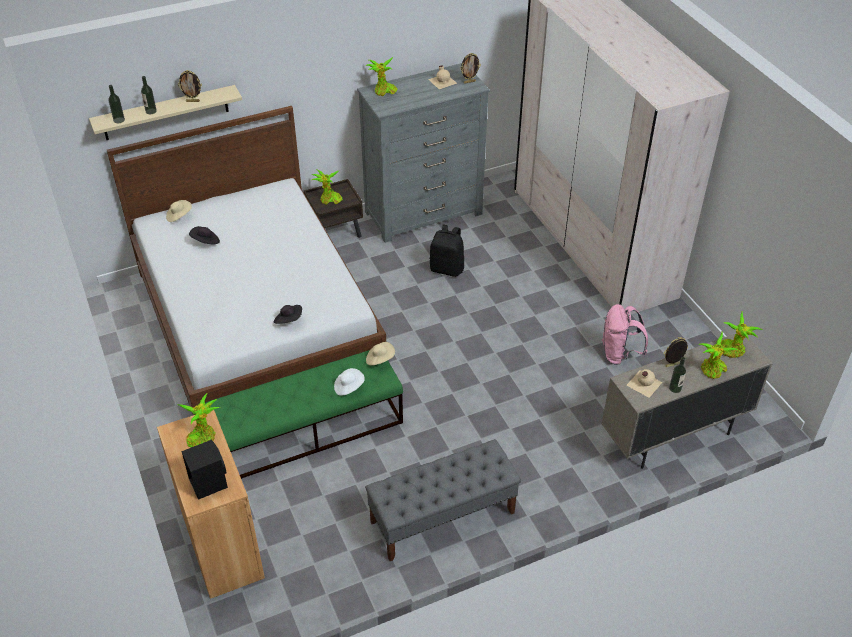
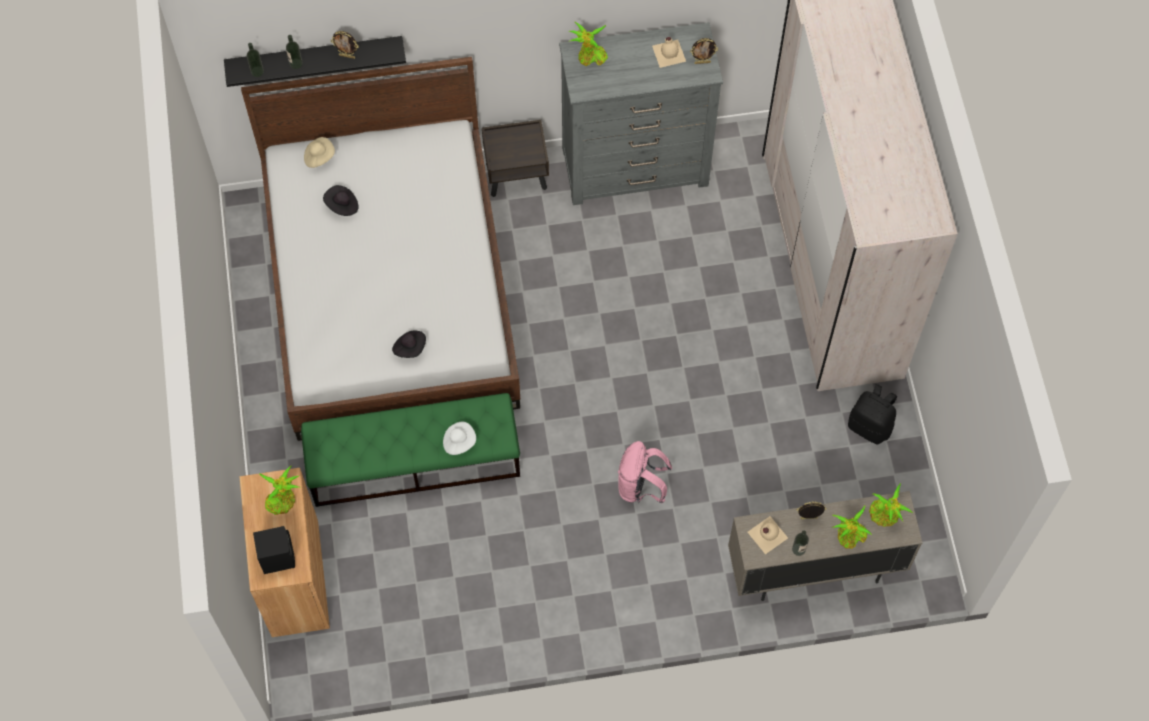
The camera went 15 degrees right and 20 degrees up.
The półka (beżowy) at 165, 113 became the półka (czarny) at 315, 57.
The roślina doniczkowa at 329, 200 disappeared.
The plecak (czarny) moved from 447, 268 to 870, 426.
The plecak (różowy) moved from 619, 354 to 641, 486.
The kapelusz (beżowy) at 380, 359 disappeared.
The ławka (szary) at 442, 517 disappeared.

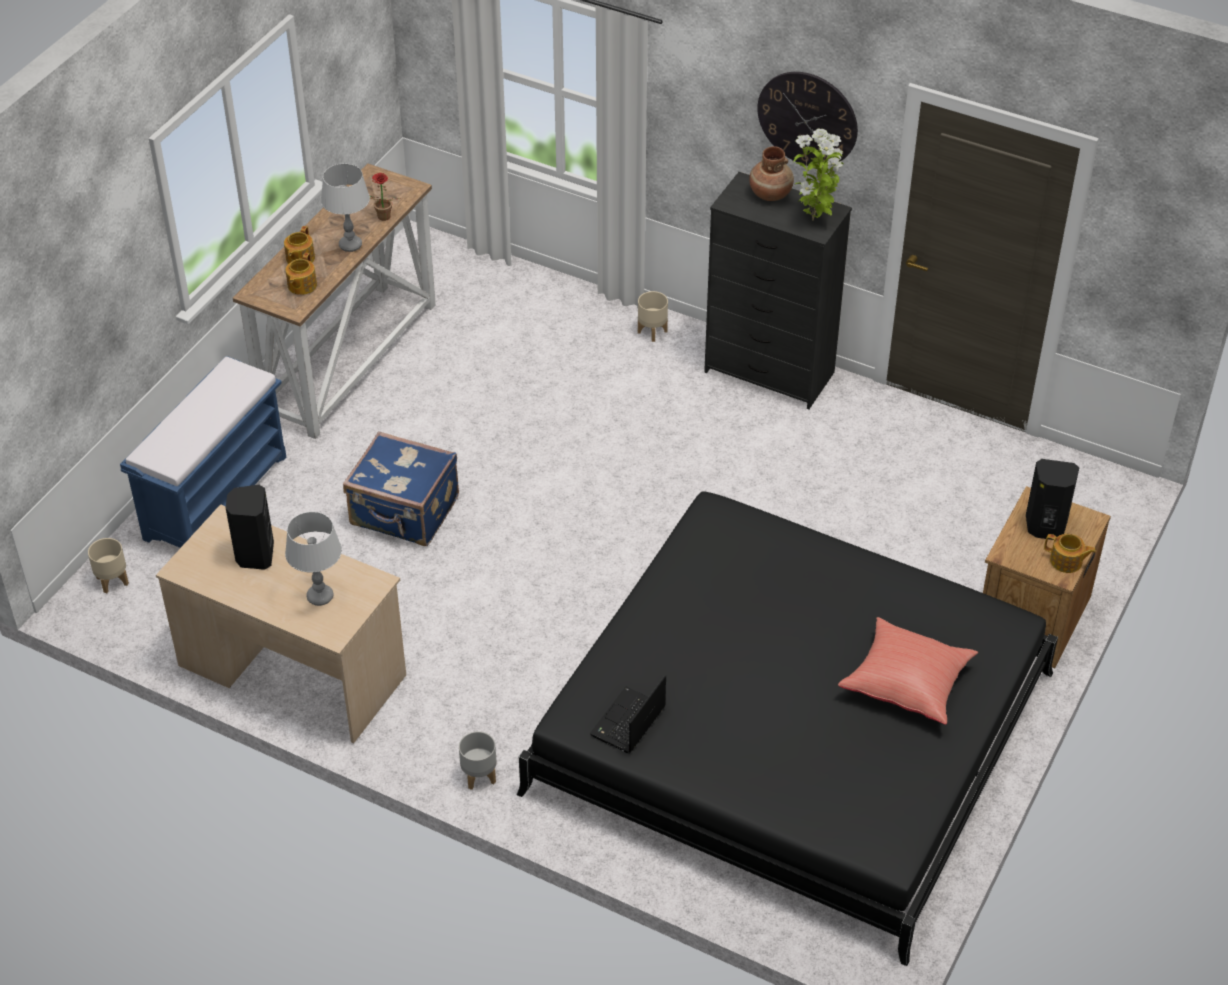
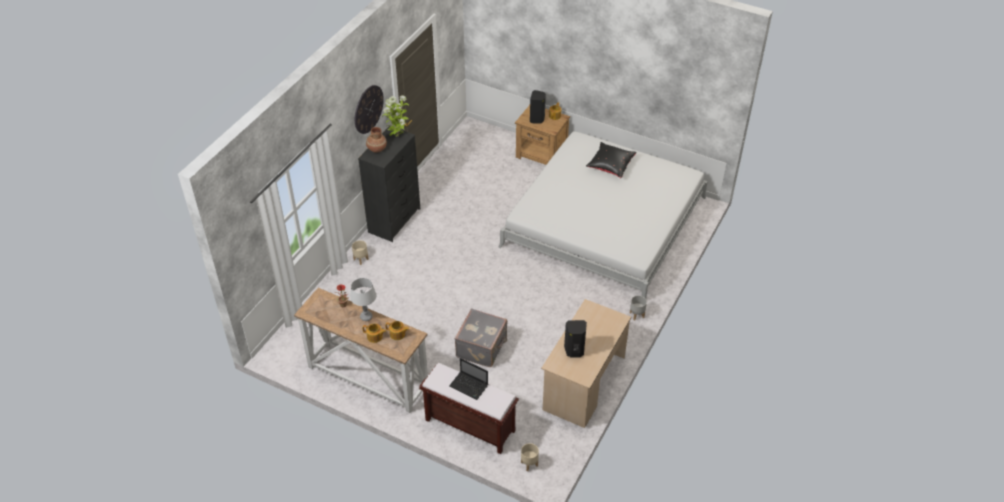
The camera went 90 degrees left and 0 degrees up.
The ławka (niebieski) at 216, 496 became the ławka (brązowy) at 469, 425.
The walizka (niebieski) at 404, 513 became the walizka (szary) at 482, 348.
The łóżko (czarny) at 791, 731 became the łóżko (biały) at 604, 222.
The lampa stołowa (szary) at 320, 596 disappeared.
The poduszka (czerwony) at 907, 683 became the poduszka (czarny) at 610, 166.
The laptop moved from 628, 723 to 469, 386.

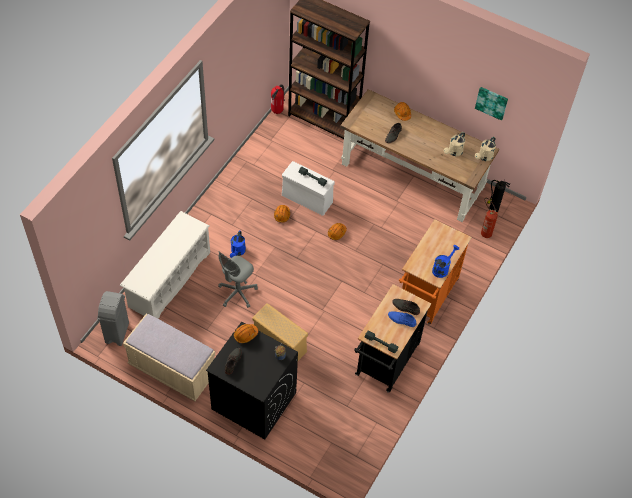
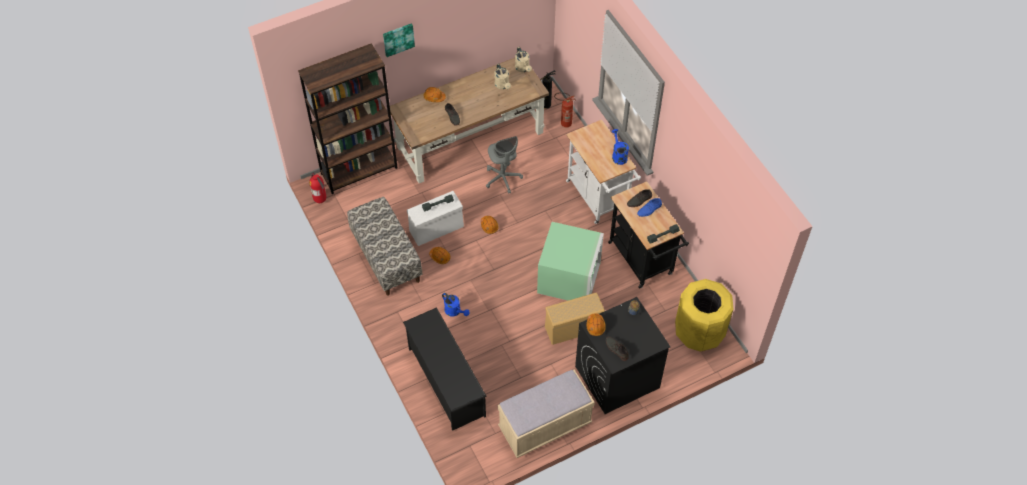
The camera went 55 degrees left and 0 degrees up.
The obraz moved from 492, 102 to 398, 39.
The regał na buty (biały) at 169, 279 became the regał na buty (czarny) at 446, 381.
The wózek (pomarańczowy) at 426, 298 became the wózek (biały) at 599, 199.
The krzesło biurowe (szary) moved from 237, 293 to 503, 178.
The kosz na śmieci (szary) at 117, 333 disappeared.
The ławka at 386, 258 appeared.
The pojemnik do przechowywania (zielony) at 569, 278 appeared.
The kosz na śmieci (żółty) at 699, 332 appeared.

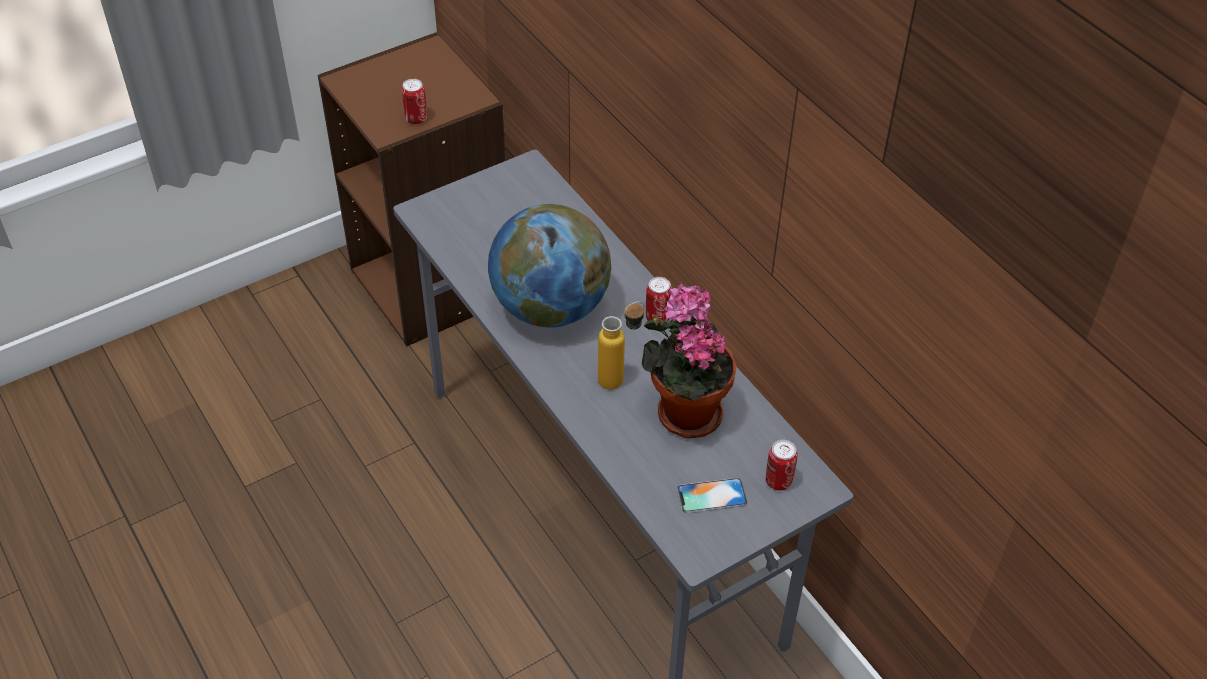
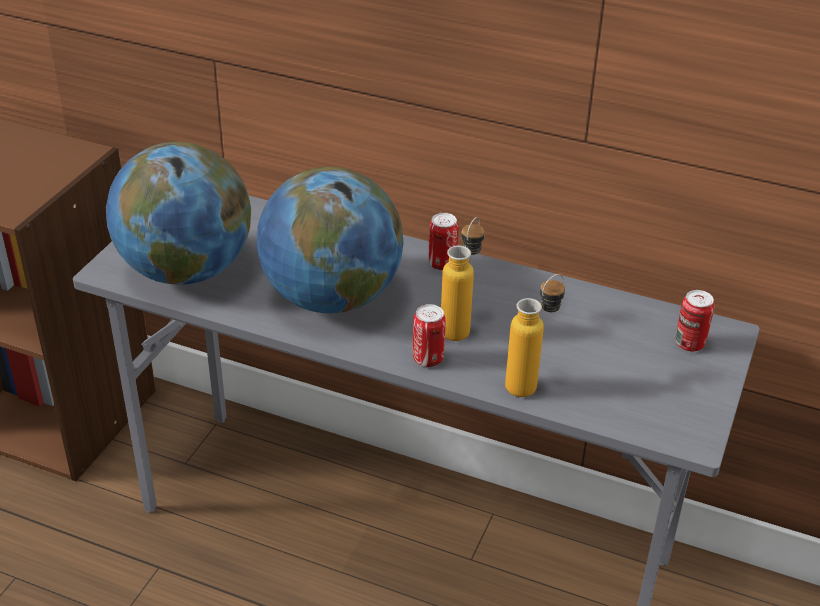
The camera went 35 degrees left and 10 degrees down.
The puszka moved from 416, 119 to 428, 359.
The roślina doniczkowa at 684, 411 disappeared.
The telefon at 711, 495 disappeared.
The globus at 186, 270 appeared.
The butelka at 530, 382 appeared.

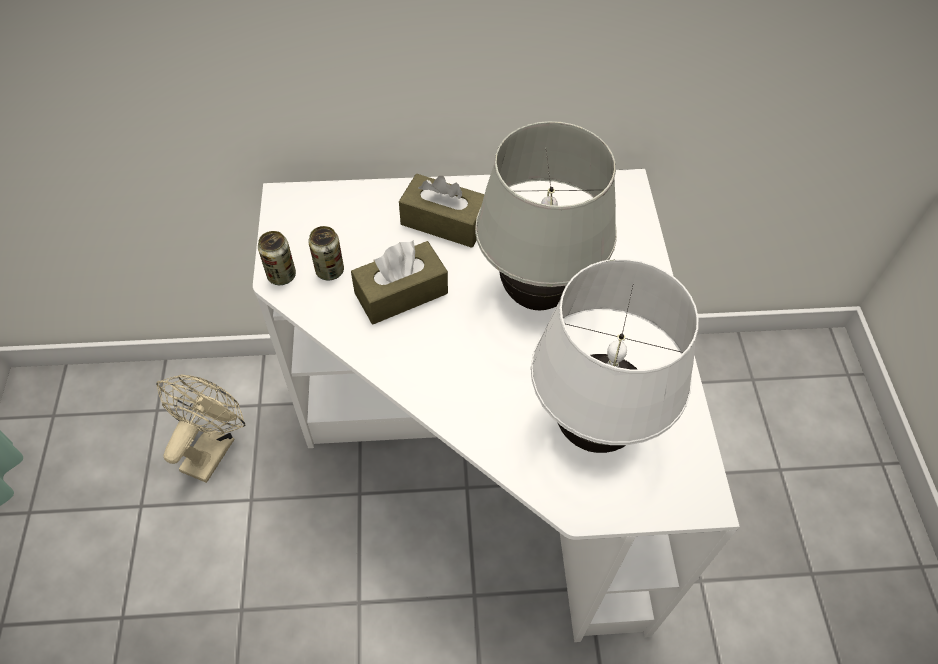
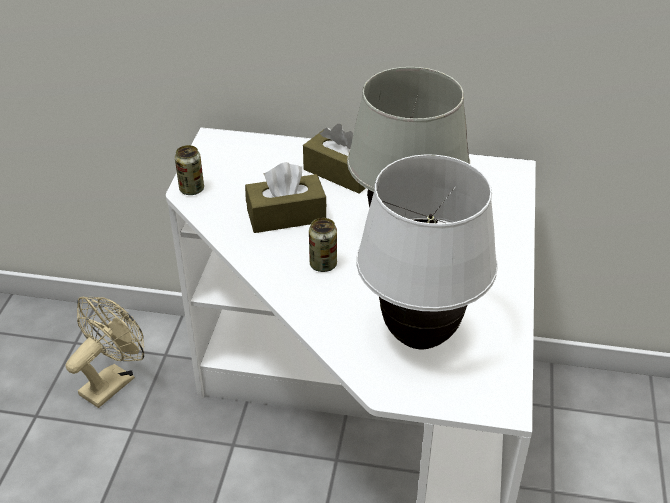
The camera went 15 degrees right and 15 degrees down.
The puszka moved from 329, 271 to 323, 264.

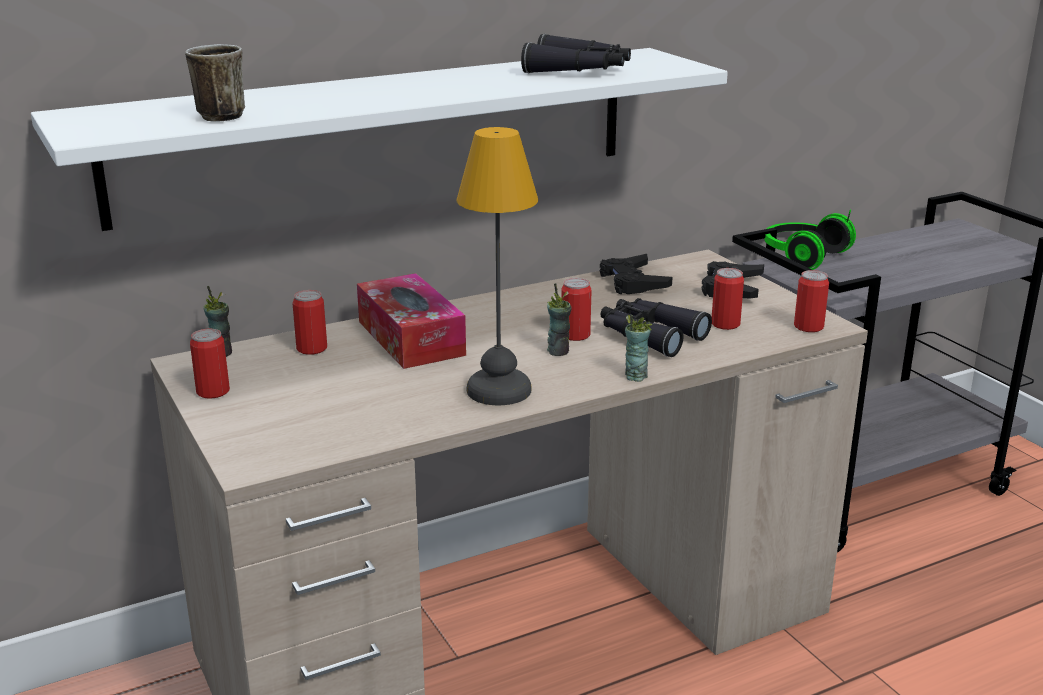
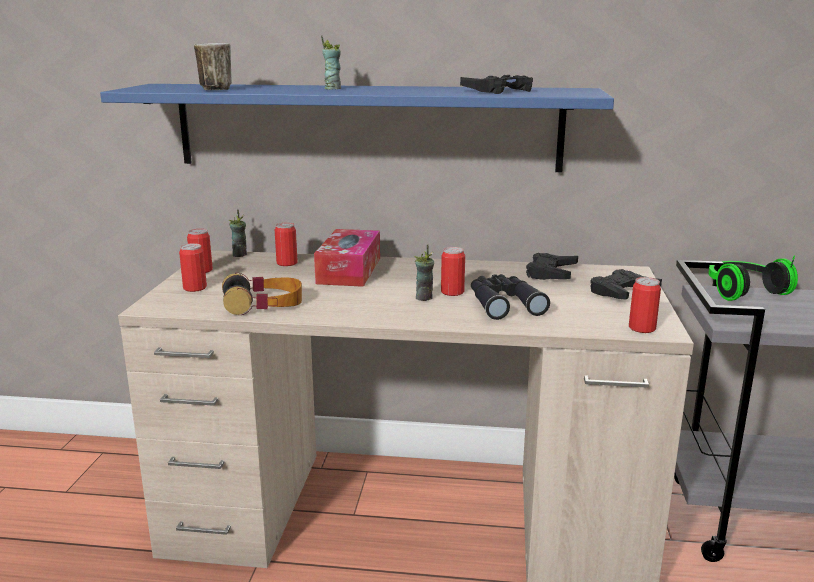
The camera went 35 degrees right and 5 degrees down.
The lornetka (czarny) at 578, 71 was replaced by the pad do gier (czarny) at 498, 91.
The półka (biały) at 379, 133 became the półka (niebieski) at 367, 127.
The lampa stołowa at 500, 391 disappeared.
The puszka moved from 725, 324 to 195, 288.
The filiżanka moved from 635, 376 to 332, 88.
The słuchawki at 263, 304 appeared.

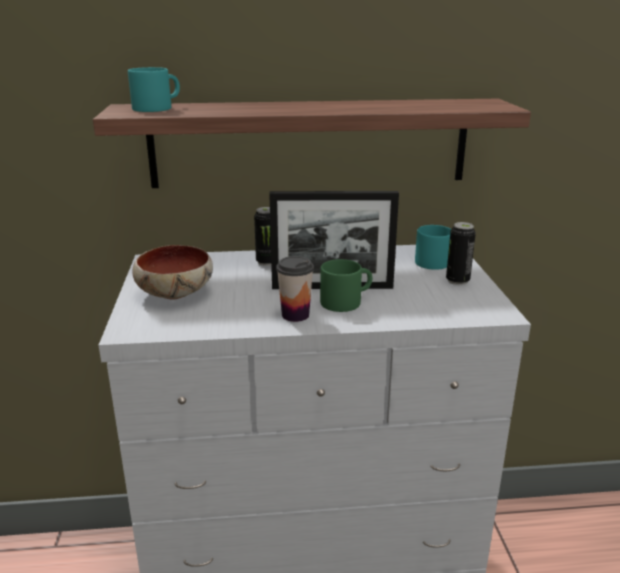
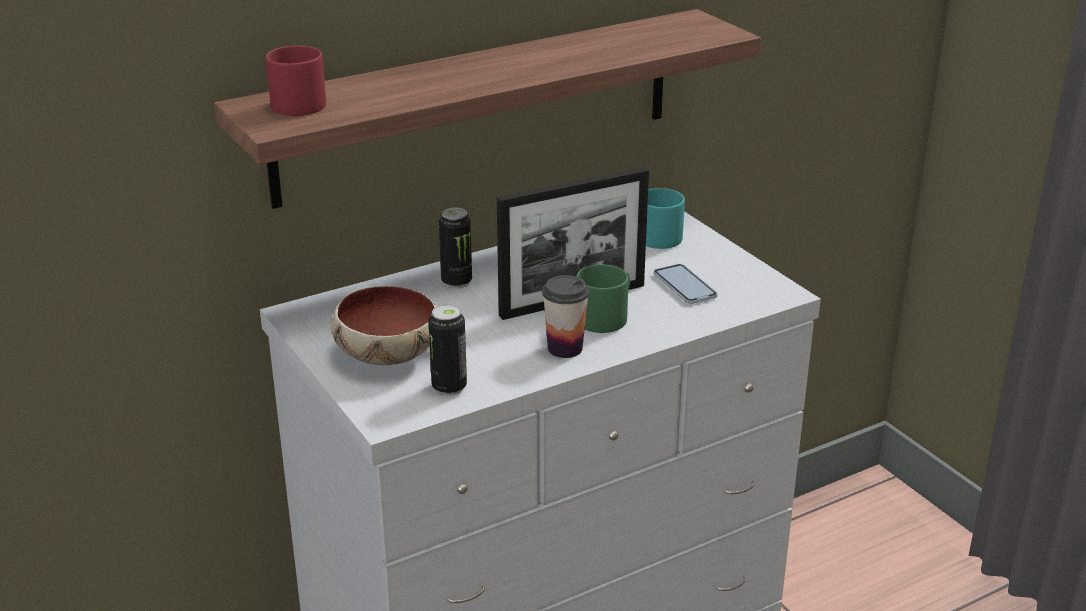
The camera went 25 degrees left and 5 degrees up.
The kubek (turkusowy) at 157, 108 became the kubek (czerwony) at 302, 102.
The puszka moved from 457, 281 to 449, 387.
The telefon at 684, 286 appeared.

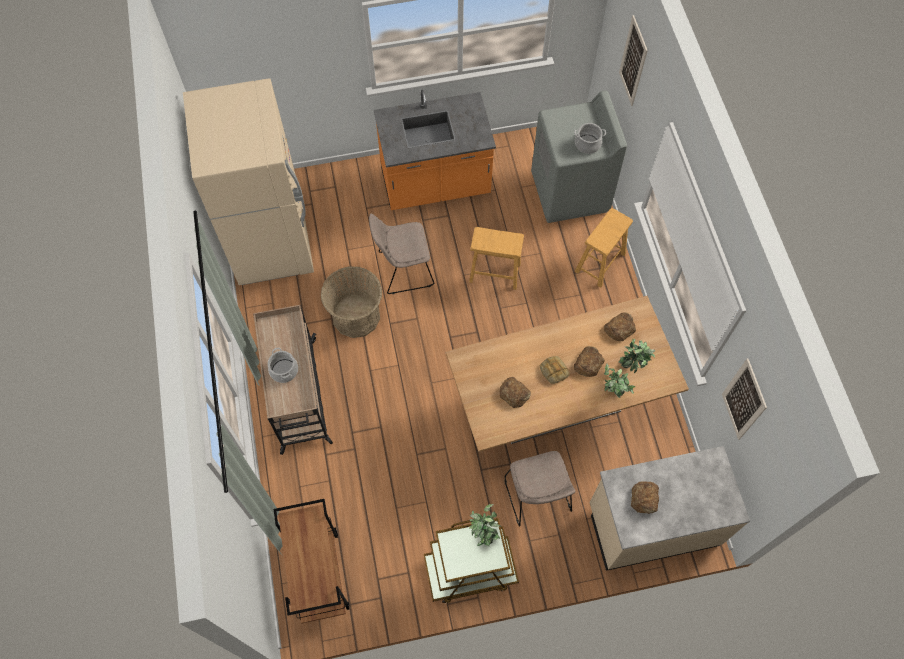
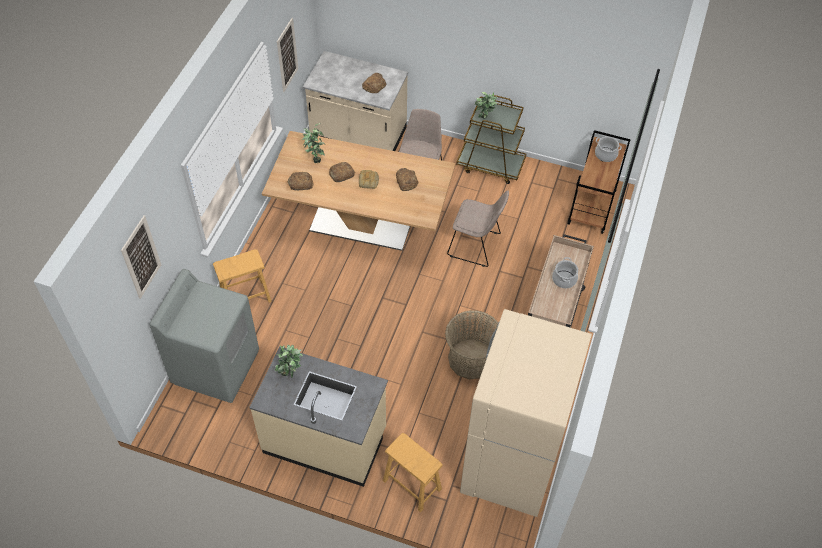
The camera went 150 degrees left and 10 degrees down.
The zabudowa kuchenna (pomarańczowy) at 435, 184 became the zabudowa kuchenna (beżowy) at 325, 440.
The garnek moved from 587, 144 to 605, 154.
The krzesło (beżowy) moved from 403, 269 to 476, 245.
The stołek (brązowy) moved from 495, 272 to 412, 485.
The roślina doniczkowa moved from 613, 394 to 290, 374.

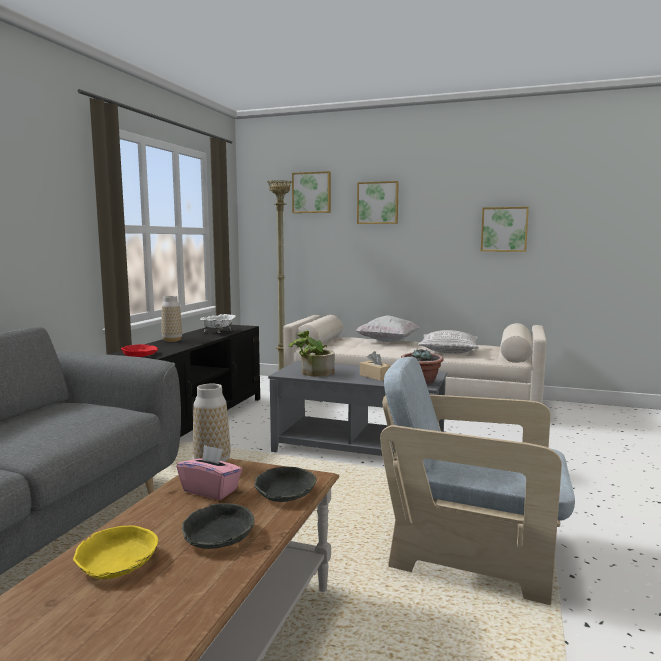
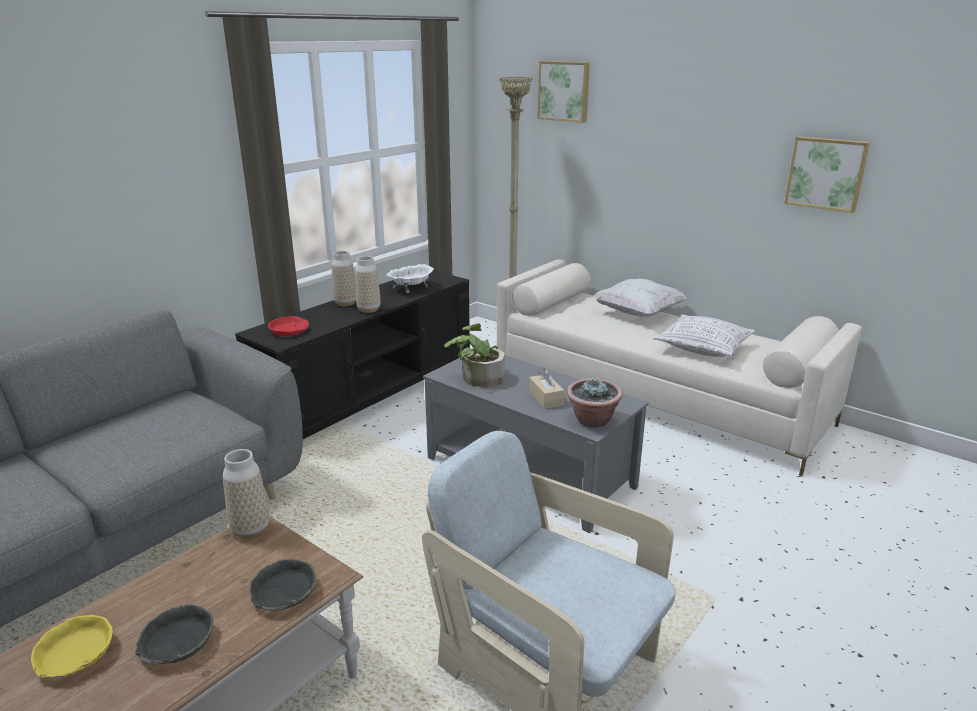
The camera went 20 degrees right and 15 degrees up.
The obraz at 378, 203 disappeared.
The pudełko chusteczek (różowy) at 211, 490 disappeared.
The wazon at 369, 310 appeared.

